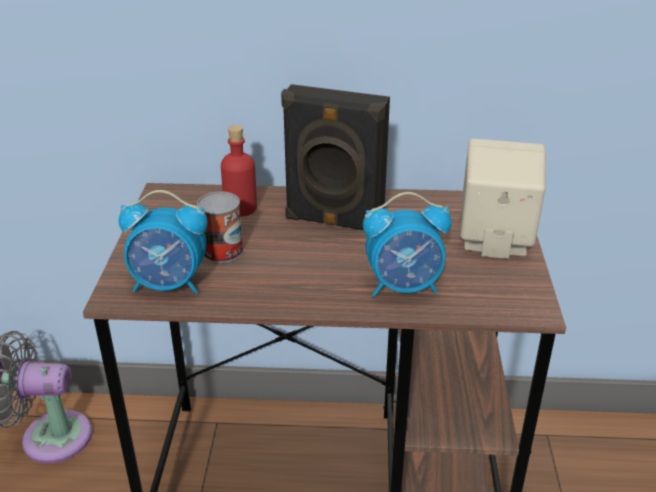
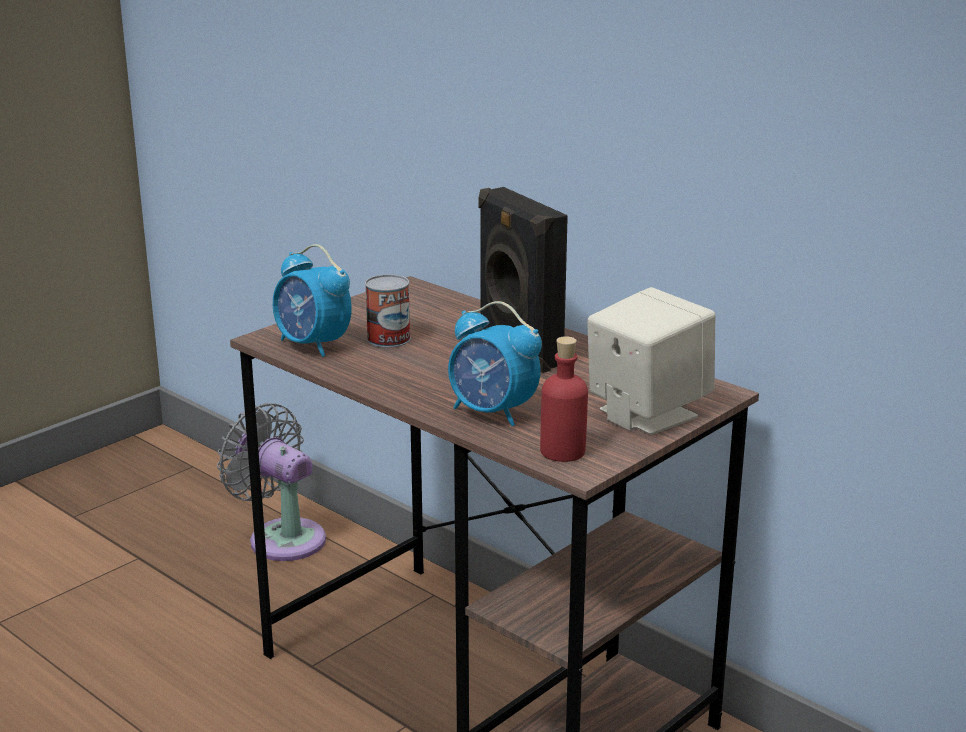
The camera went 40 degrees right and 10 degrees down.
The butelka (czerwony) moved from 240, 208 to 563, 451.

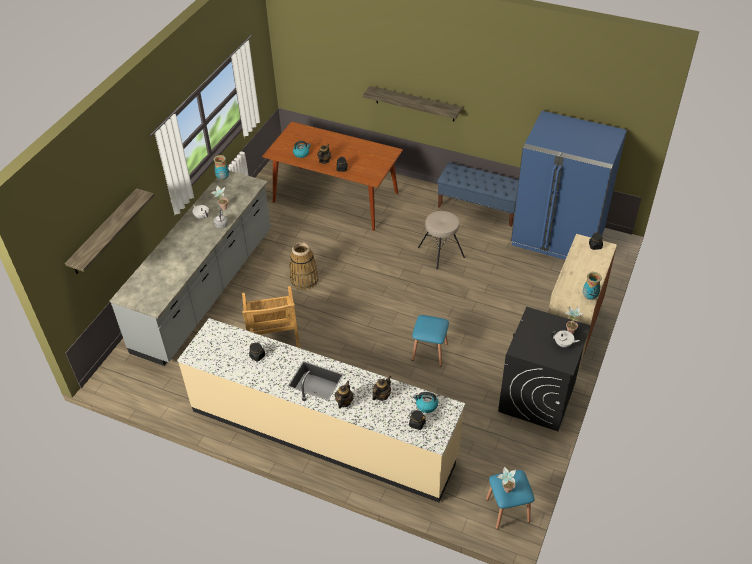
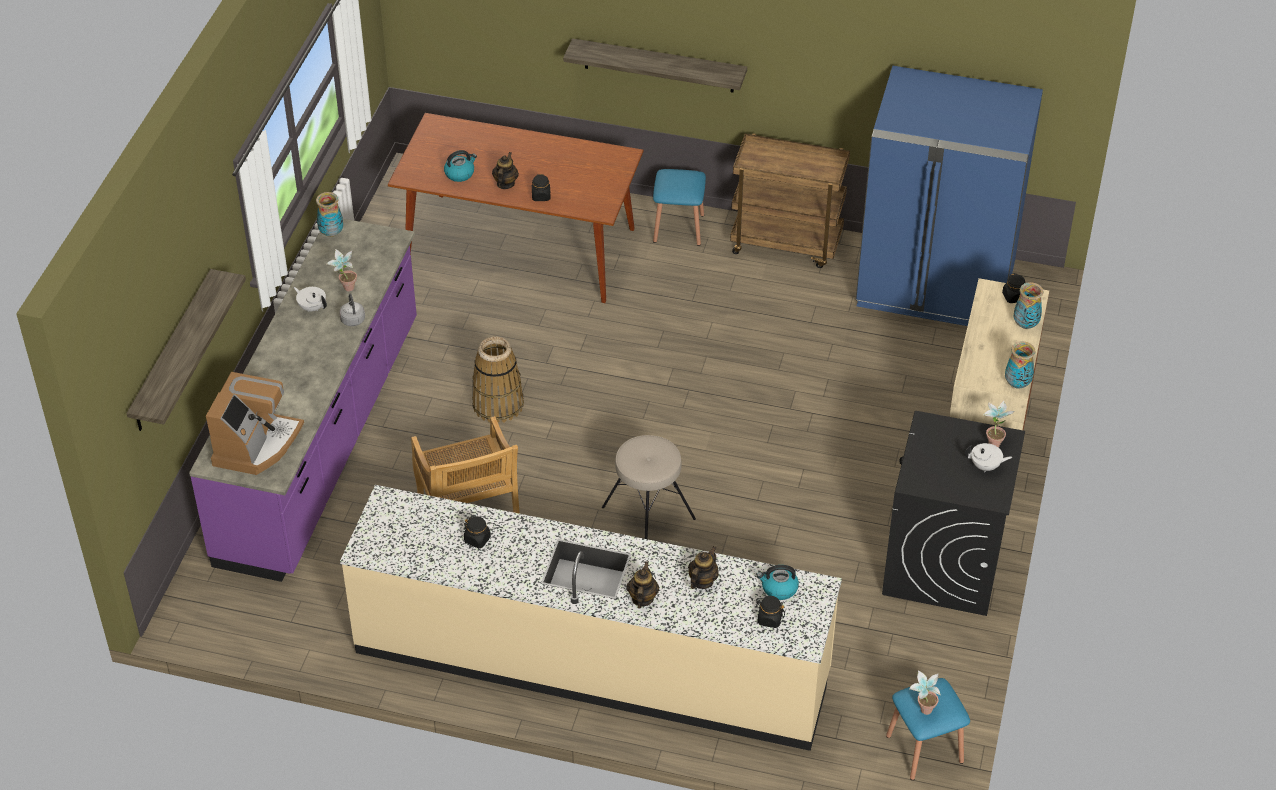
The camera went 10 degrees left and 0 degrees up.
The ławka (niebieski) at 479, 208 was replaced by the wózek (brązowy) at 787, 243.
The zabudowa kuchenna (szary) at 206, 290 became the zabudowa kuchenna (fioletowy) at 322, 441.
The stołek (beżowy) moved from 440, 252 to 648, 513.
The stołek (niebieski) moved from 429, 352 to 678, 228.
The wazon at 1025, 325 appeared.
The ekspres do kawy at 256, 445 appeared.

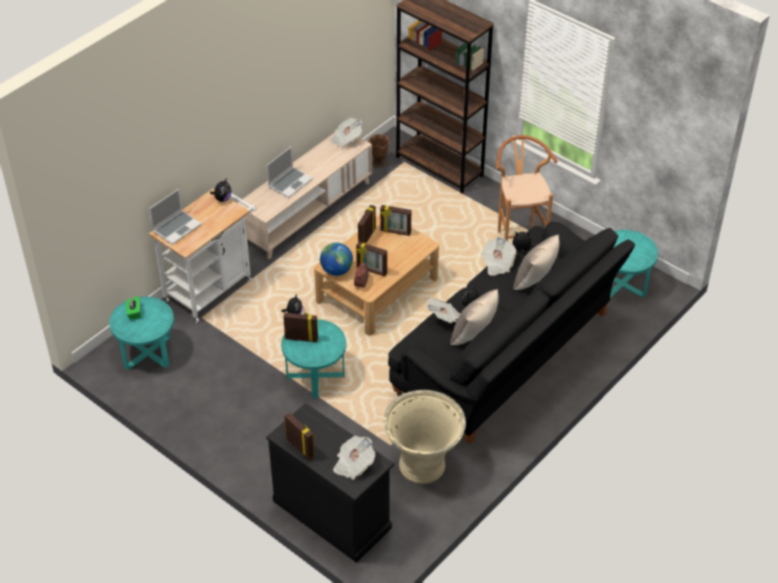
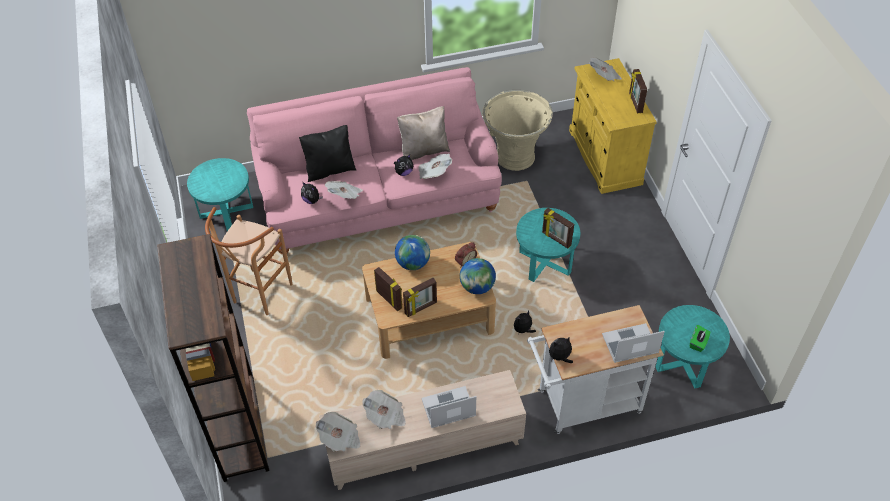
The camera went 145 degrees left and 5 degrees up.
The wazon (brązowy) at 379, 162 disappeared.
The kanapa (czarny) at 507, 356 became the kanapa (różowy) at 379, 200.
The poduszka (beżowy) at 535, 280 became the poduszka (czarny) at 330, 169.
The ramka na zdjęcie at 371, 271 disappeared.
The szafka (czarny) at 332, 514 became the szafka (żółty) at 604, 157.
The globus at 413, 263 appeared.
The gazeta at 386, 416 appeared.

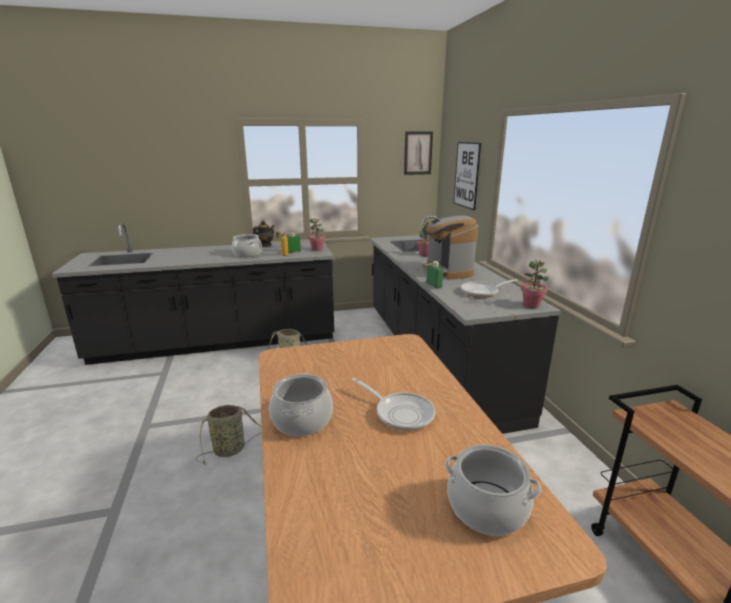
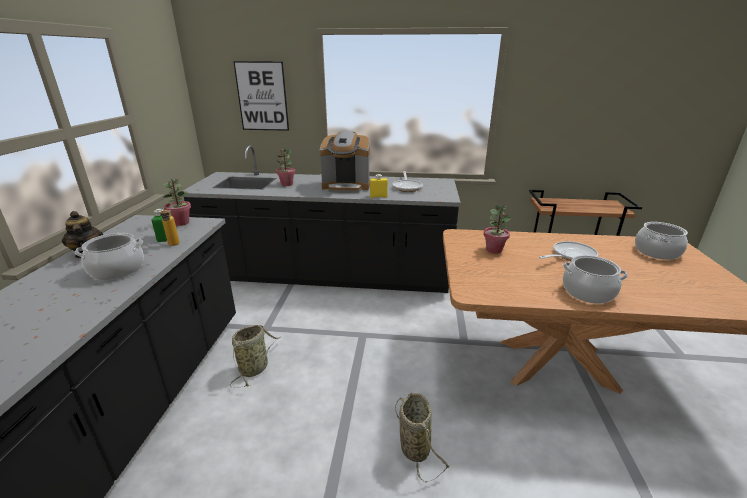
The camera went 70 degrees left and 5 degrees up.
The obraz at 418, 153 disappeared.
The roślina doniczkowa moved from 531, 305 to 494, 250.
The butelka (zielony) at 434, 285 became the butelka (żółty) at 378, 196.

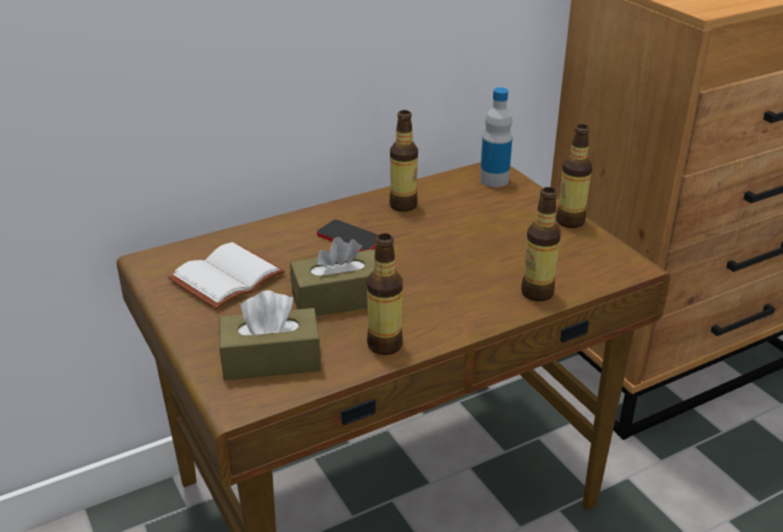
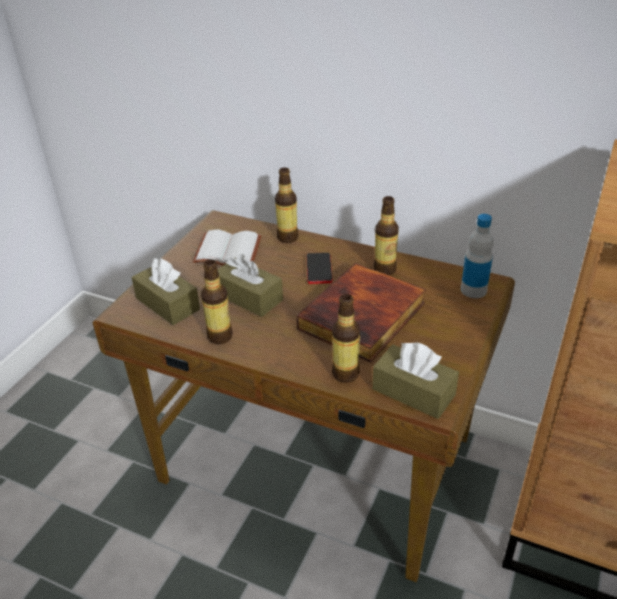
The camera went 55 degrees right and 5 degrees up.
The butelka moved from 570, 221 to 287, 237.
The książka at 363, 317 appeared.
The pudełko chusteczek (brązowy) at 413, 392 appeared.

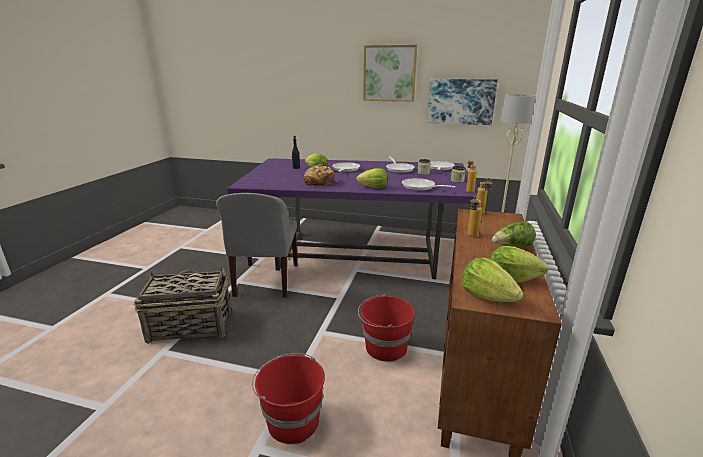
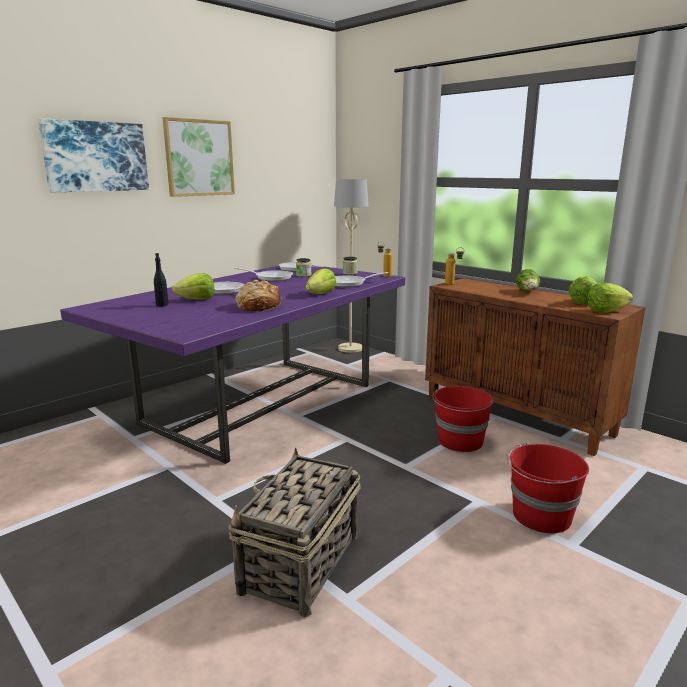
The camera went 60 degrees left and 5 degrees down.
The obraz moved from 460, 101 to 96, 156.
The krzesło (szary) at 266, 281 disappeared.
The butelka at 471, 237 disappeared.

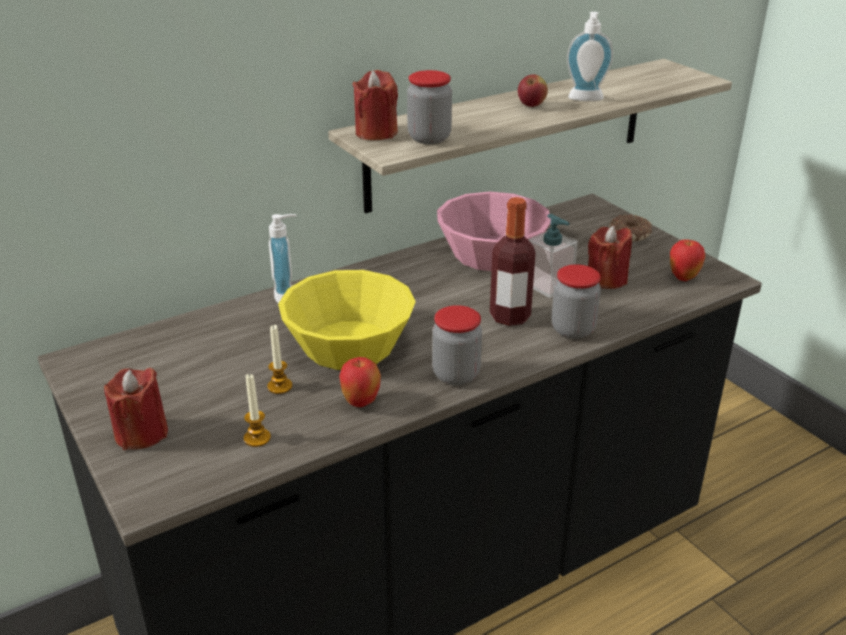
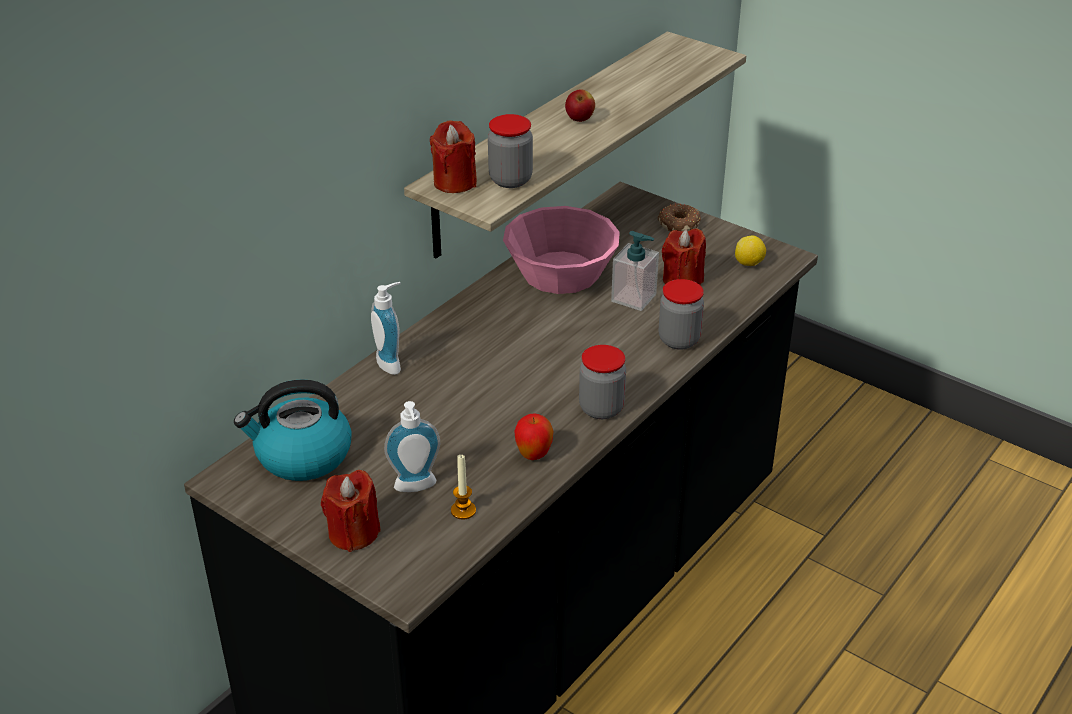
The camera went 20 degrees left and 5 degrees up.
The dozownik mydła moved from 585, 100 to 416, 488.
The butelka at 510, 317 disappeared.
The jabłko at 683, 278 was replaced by the cytryna at 749, 264.
The miska (żółty) at 349, 344 disappeared.
The świeca at 280, 386 disappeared.
The czajnik at 302, 456 appeared.

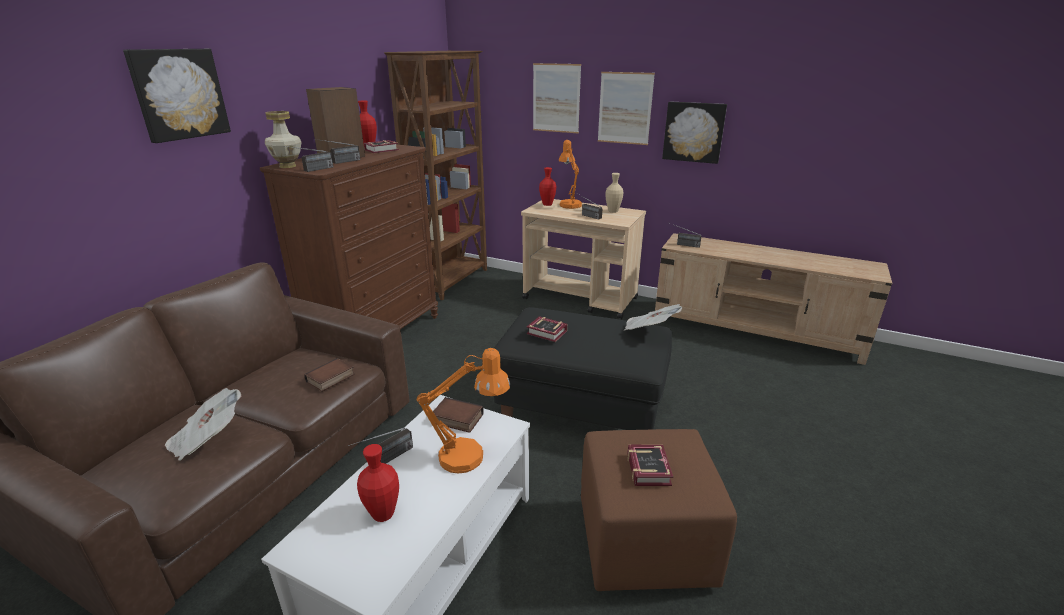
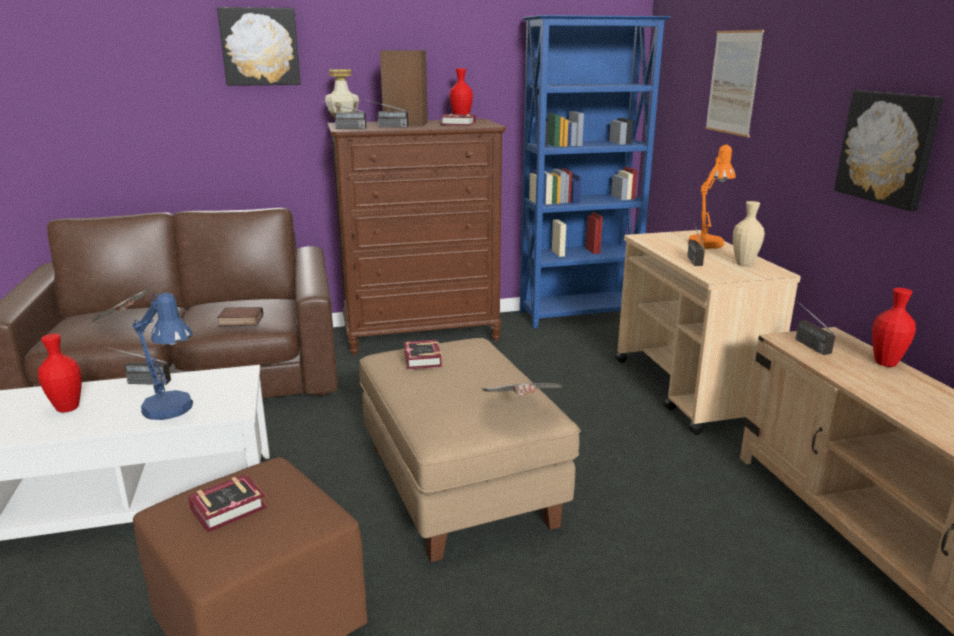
The camera went 50 degrees right and 5 degrees down.
The regał (brązowy) at 453, 281 became the regał (niebieski) at 579, 315.
The obraz at 625, 108 disappeared.
The wazon (czerwony) moved from 547, 204 to 885, 363.
The pufa (czarny) at 582, 406 became the pufa (beżowy) at 460, 485.
The lampa stołowa (pomarańczowy) at 471, 456 became the lampa stołowa (niebieski) at 173, 411.
The książka at 456, 419 disappeared.

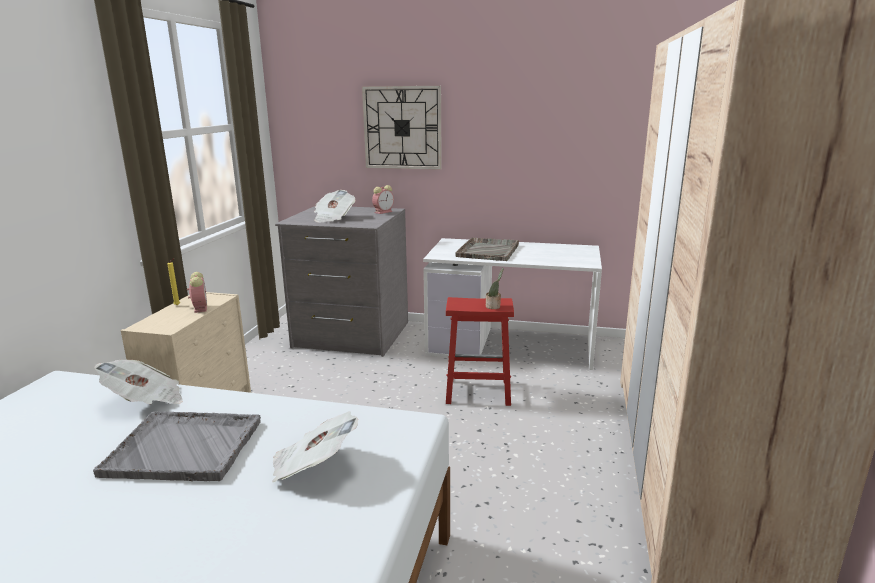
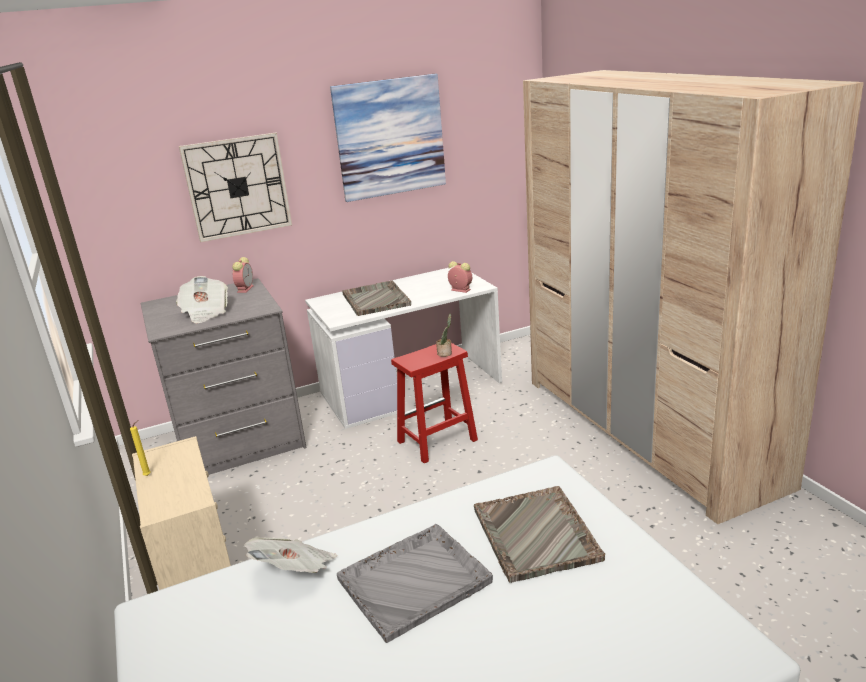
The camera went 35 degrees left and 5 degrees up.
The budzik moved from 200, 308 to 460, 290.
The gazeta at 313, 466 was replaced by the taca (szary) at 536, 535.
The obraz at 390, 137 appeared.

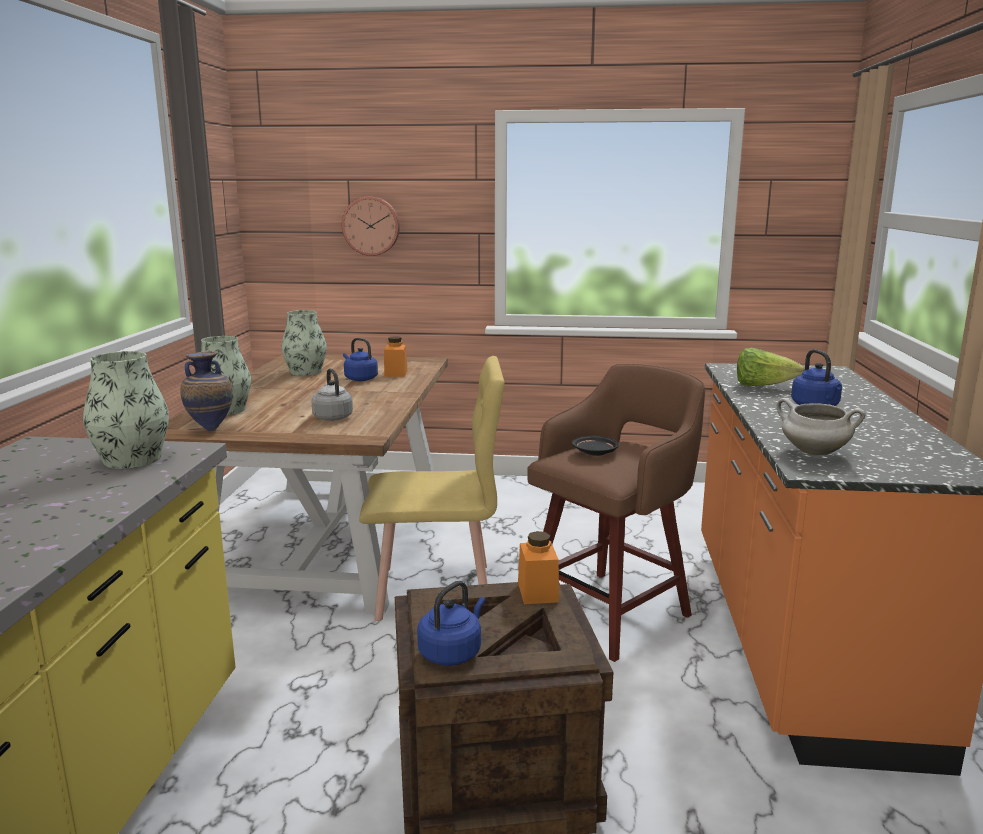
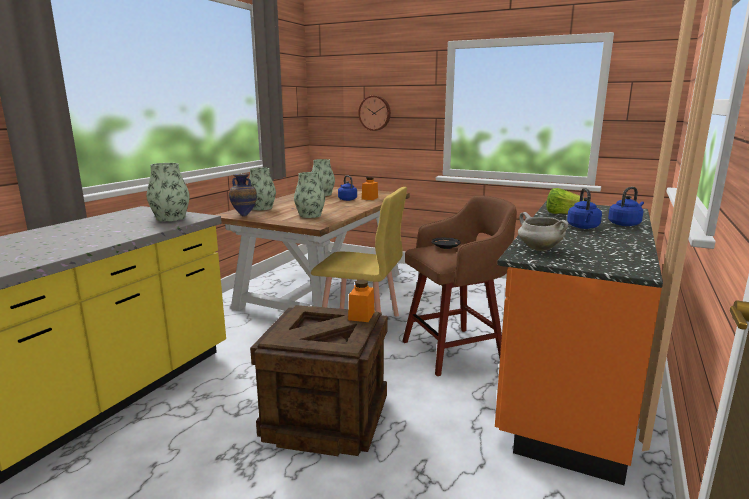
The camera went 20 degrees right and 0 degrees up.
The czajnik (szary) at 332, 417 was replaced by the wazon at 310, 215.
The czajnik (niebieski) moved from 452, 652 to 625, 224.

